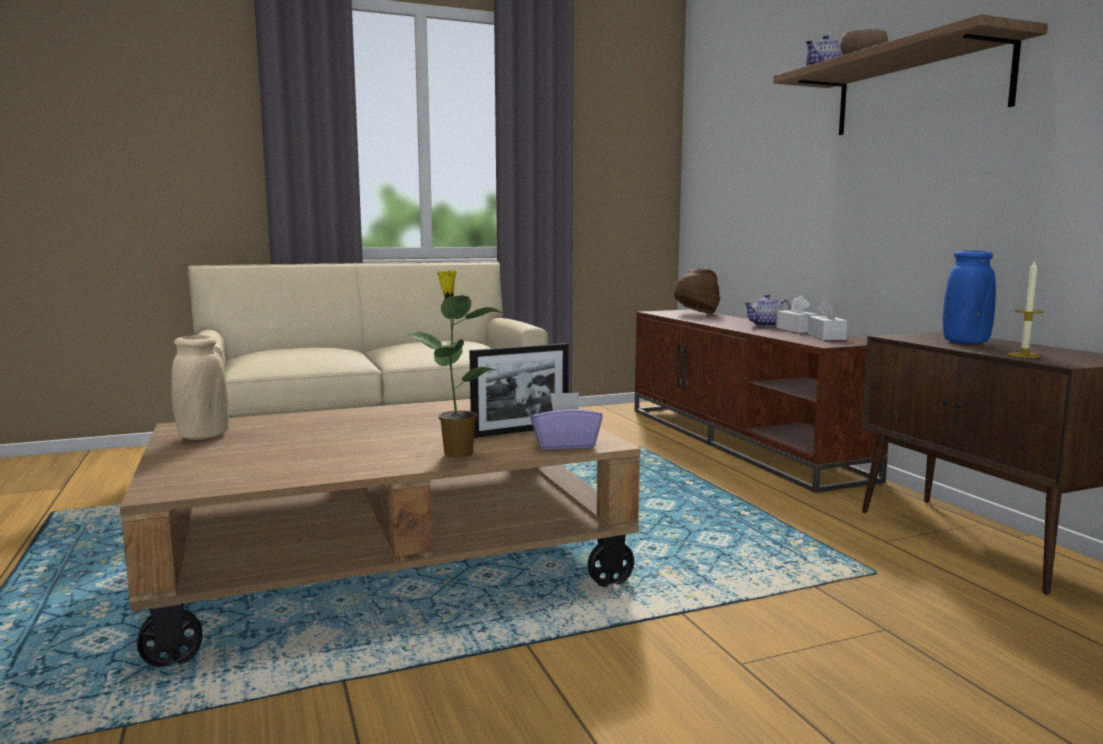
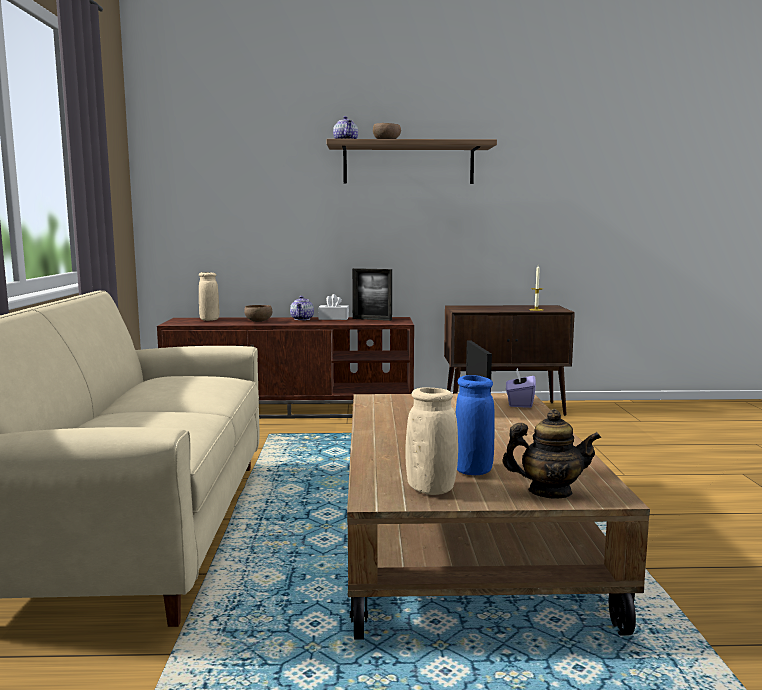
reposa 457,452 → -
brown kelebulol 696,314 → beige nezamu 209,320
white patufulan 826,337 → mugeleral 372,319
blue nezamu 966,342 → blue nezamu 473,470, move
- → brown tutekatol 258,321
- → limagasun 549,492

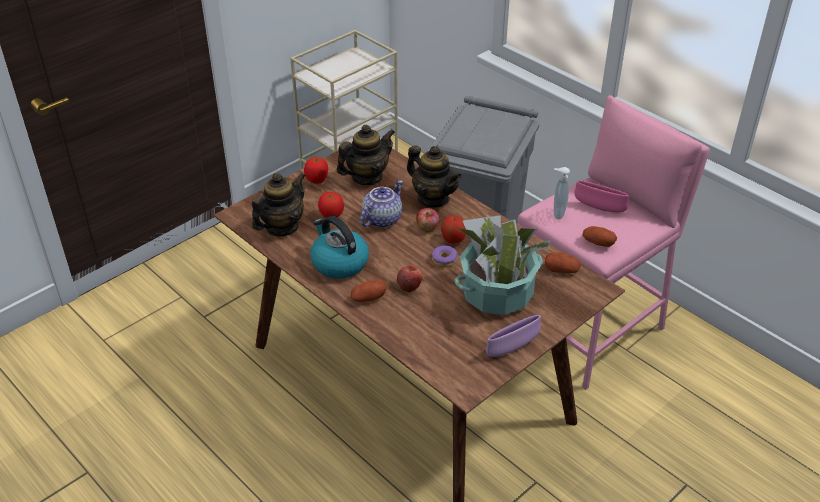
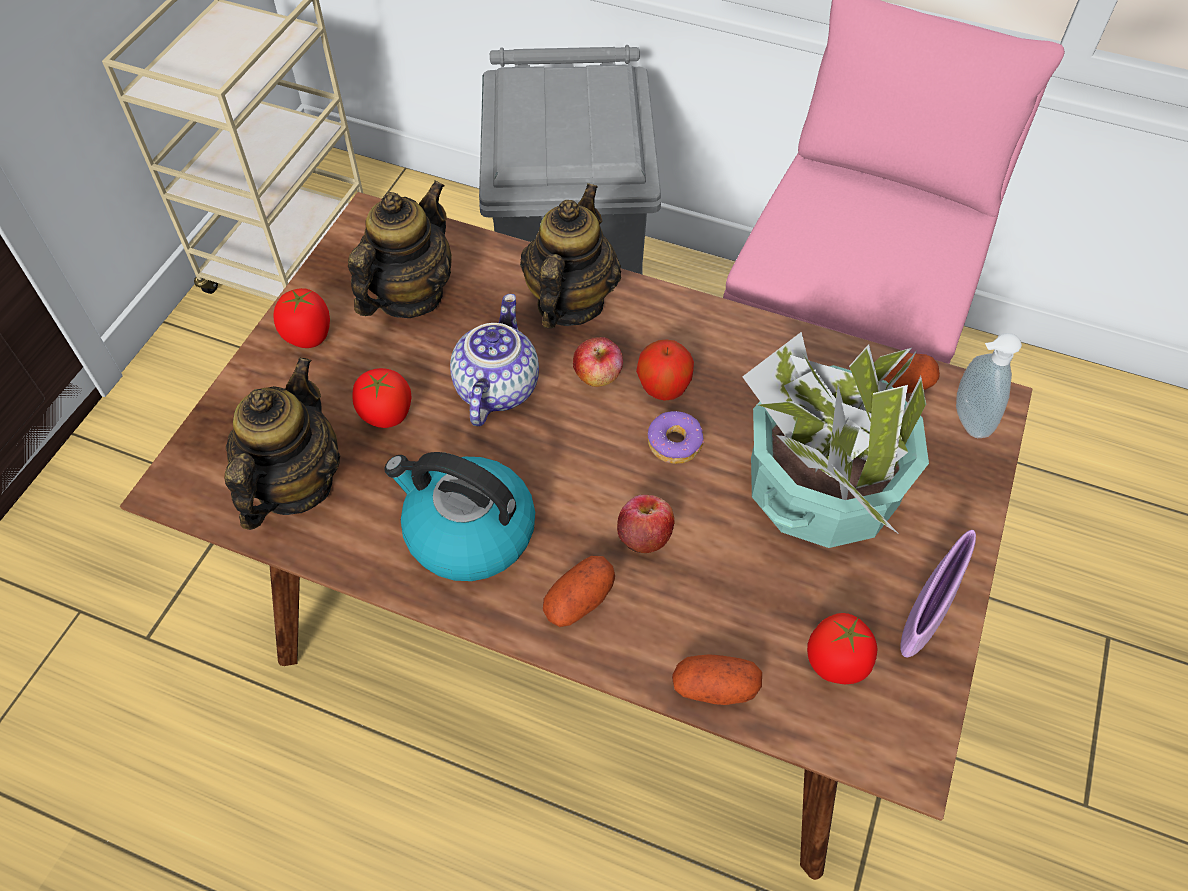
limagasun 433,199 → limagasun 569,303, 90 degrees counterclockwise
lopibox 557,213 → lopibox 966,421, move
pink tutekatol 599,208 → -
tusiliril 598,243 → tusiliril 714,688, move
- → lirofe 836,663

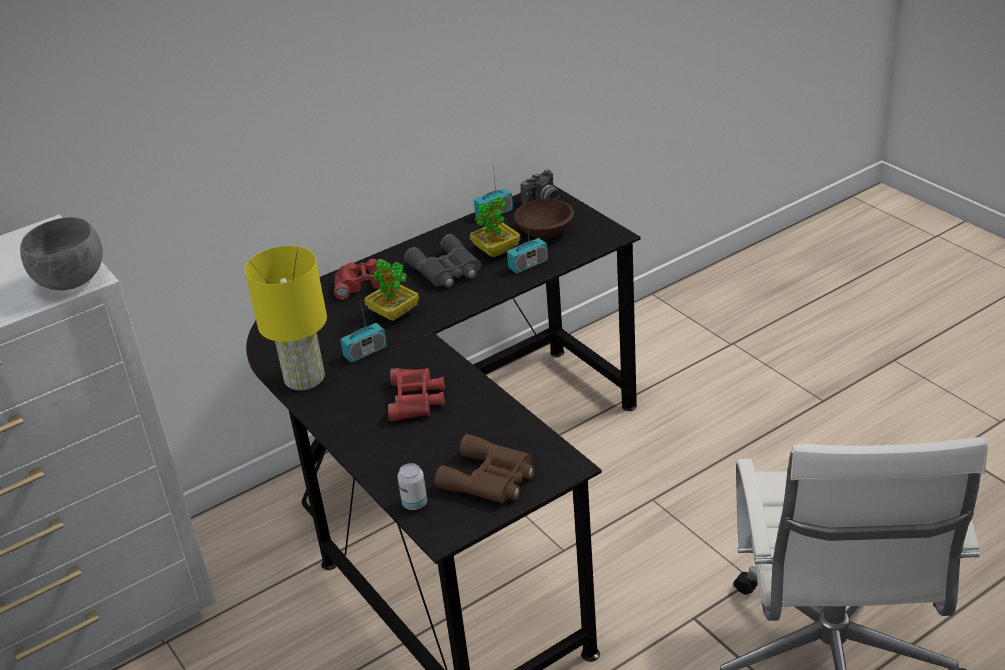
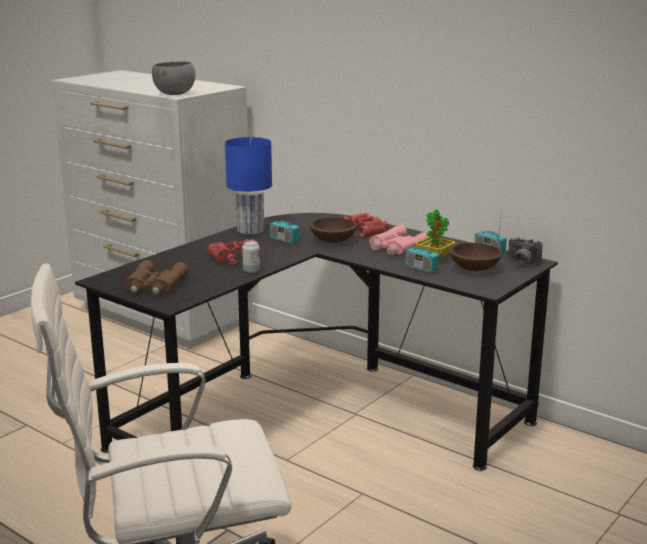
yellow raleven 305,379 → blue raleven 250,230
reposa 394,313 → brown tutekatol 333,241
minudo 415,503 → minudo 251,270, move
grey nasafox 446,270 → pink nasafox 397,247

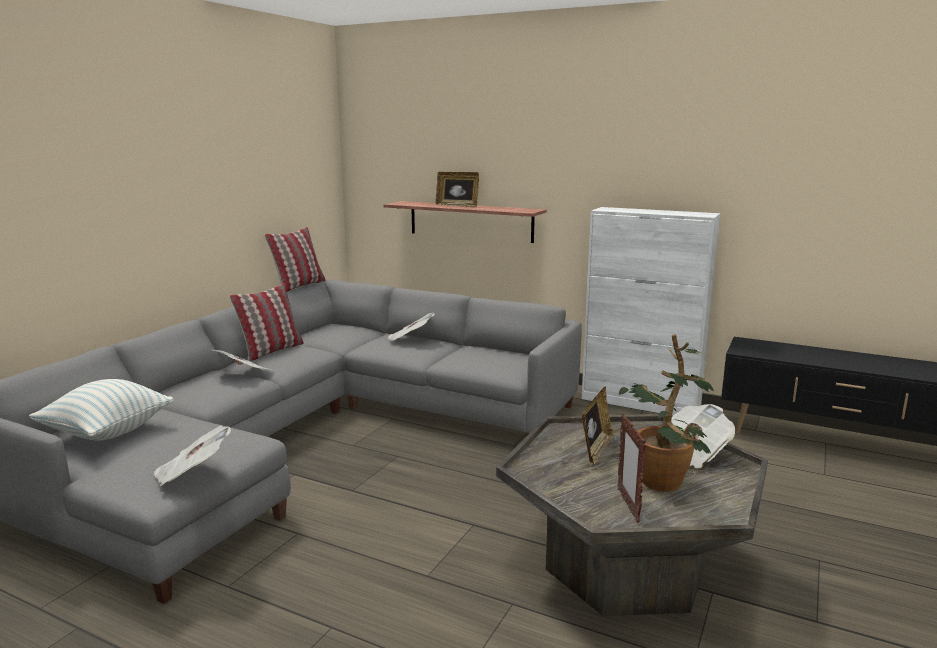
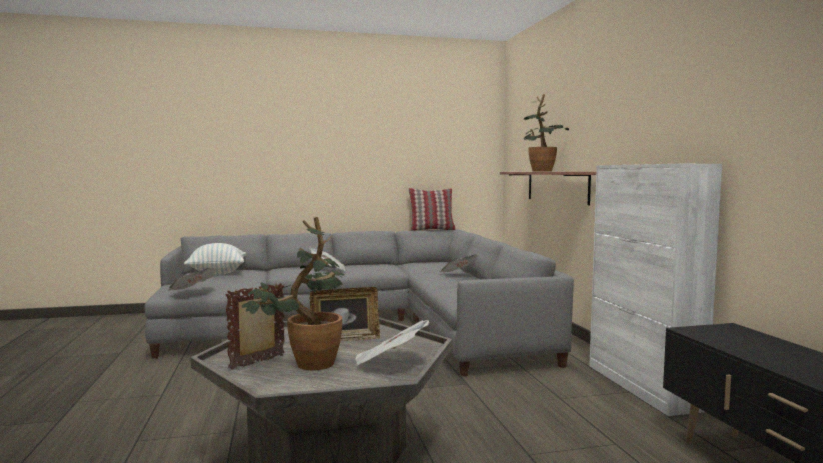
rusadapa 271,351 → -
mugeleral 457,206 → reposa 541,171

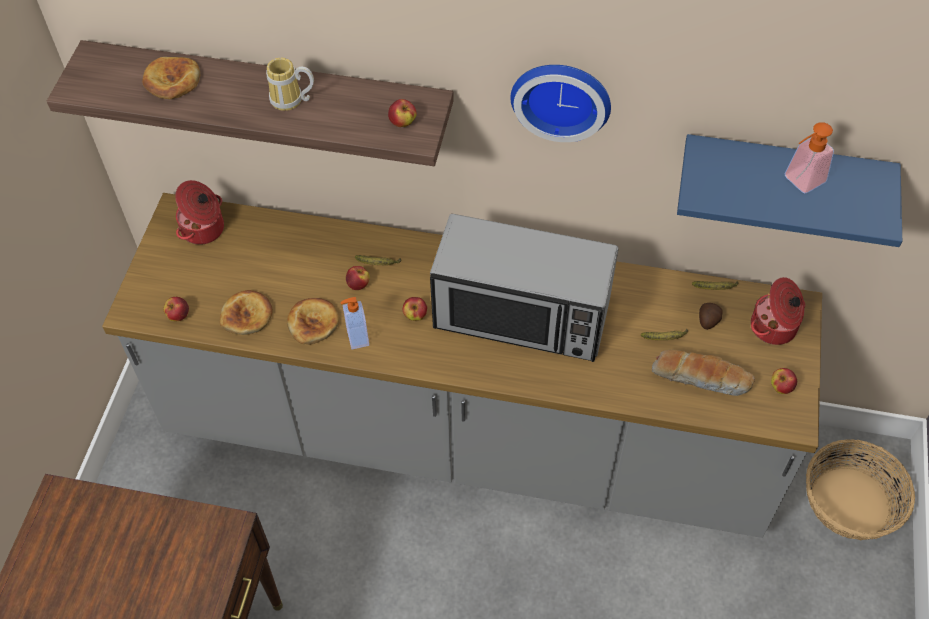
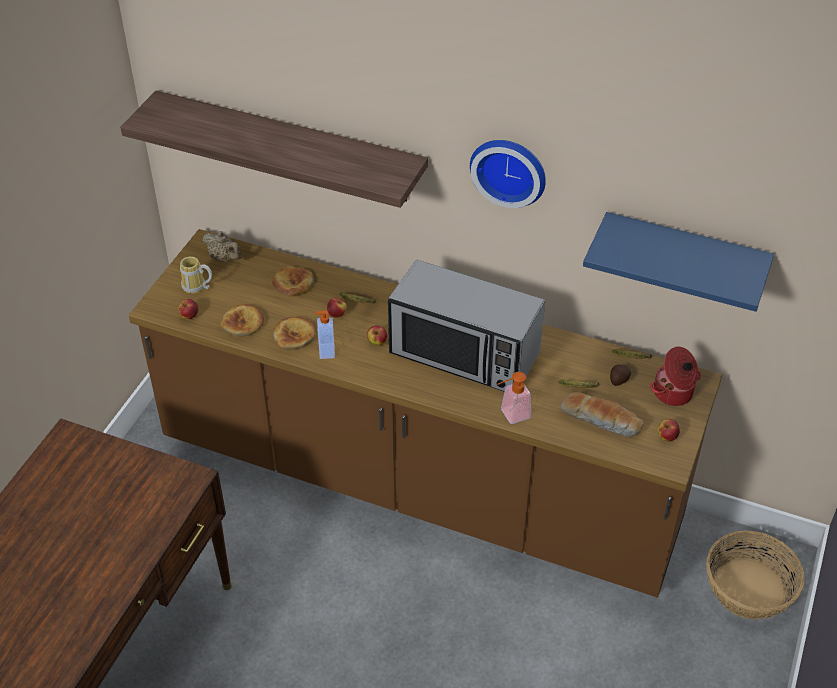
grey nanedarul 466,437 → brown nanedarul 418,484
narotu 172,81 → narotu 293,284, move
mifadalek 204,229 → beige limagasun 224,259
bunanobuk 291,102 → bunanobuk 196,288, move
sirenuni 402,123 → -
lopibox 799,182 → lopibox 511,415, move

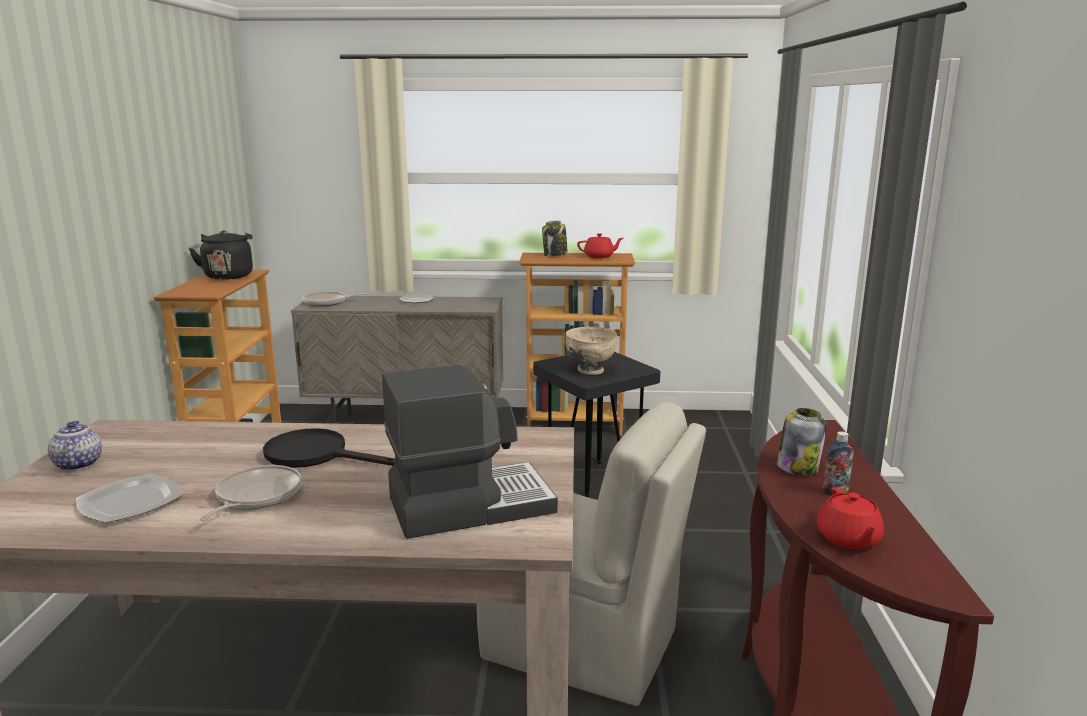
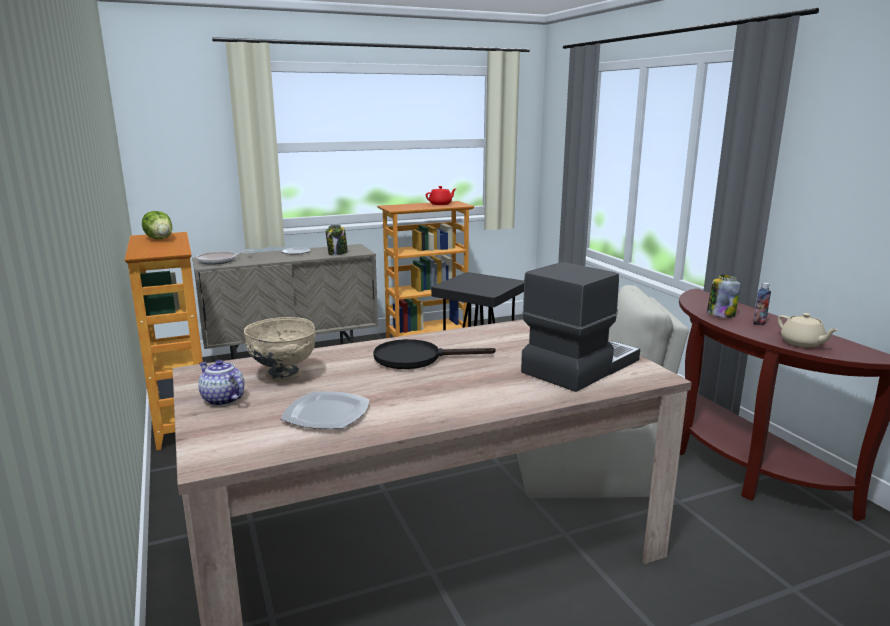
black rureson 228,276 → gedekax 160,239
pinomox 256,496 → -
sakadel 555,255 → sakadel 337,253, move
beige tutekatol 590,371 → beige tutekatol 283,376, move
red limagasun 848,539 → beige limagasun 802,343

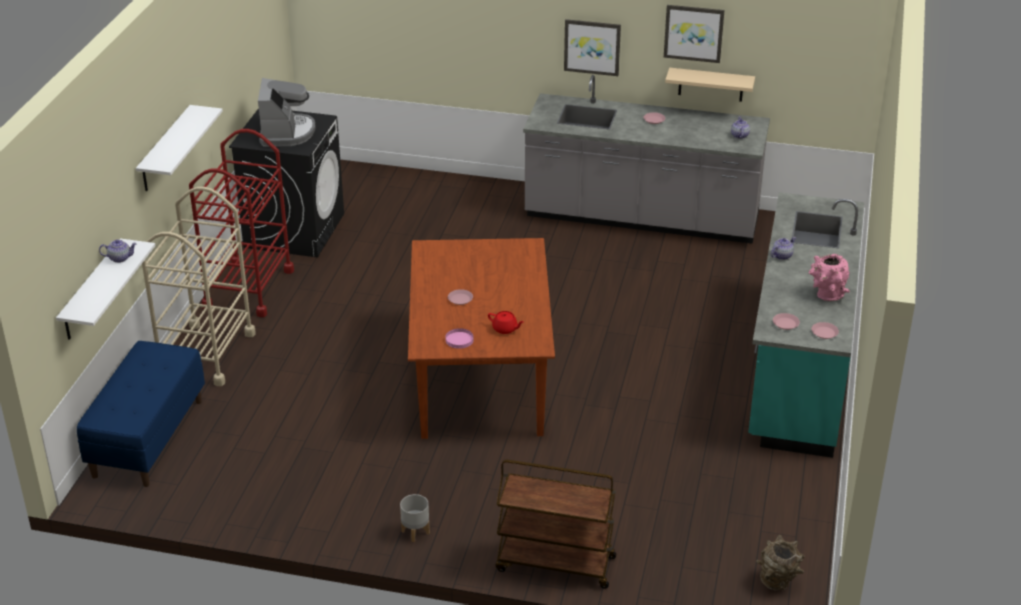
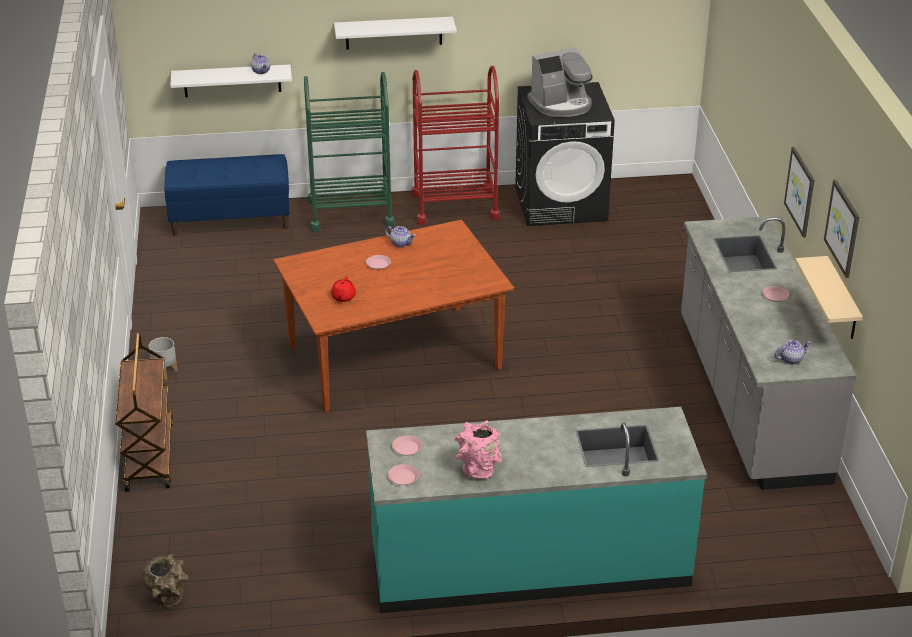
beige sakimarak 206,354 → green sakimarak 351,213
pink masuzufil 459,340 → -
limagasun 782,255 → limagasun 401,243, move

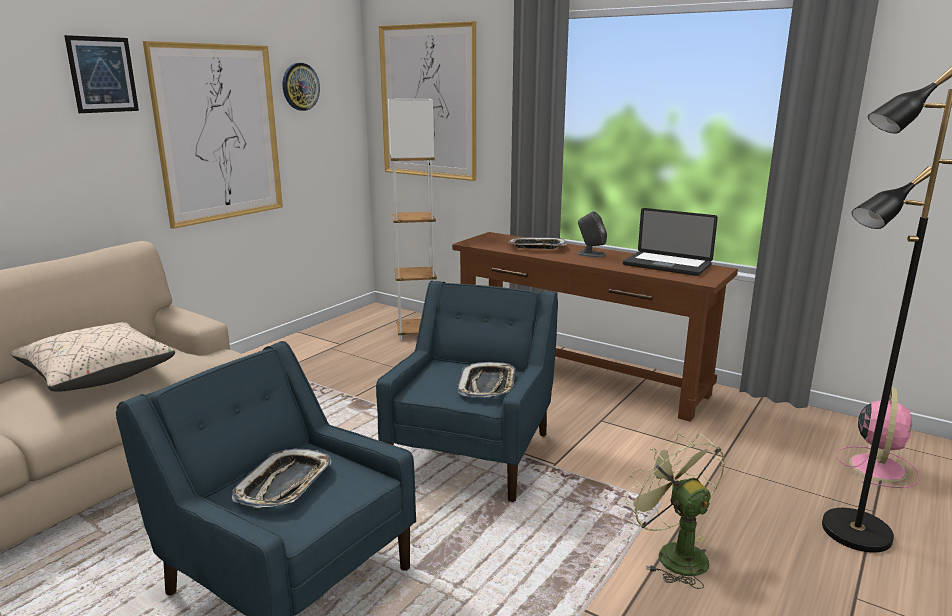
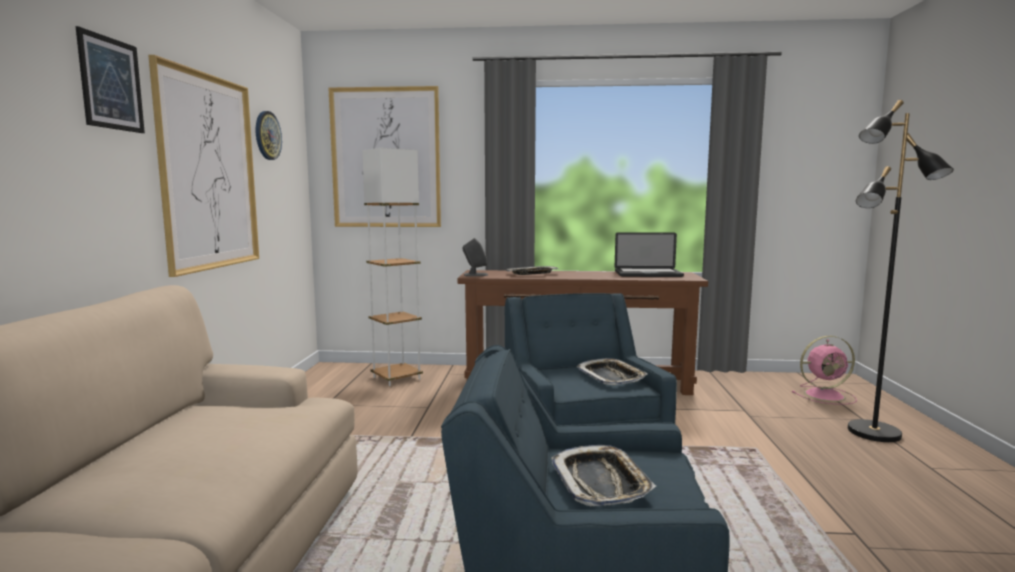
beige rusadapa 97,374 → -
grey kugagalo 590,254 → grey kugagalo 475,275, move
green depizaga 673,554 → -
pink depizaga 877,466 → pink depizaga 826,395, 90 degrees clockwise

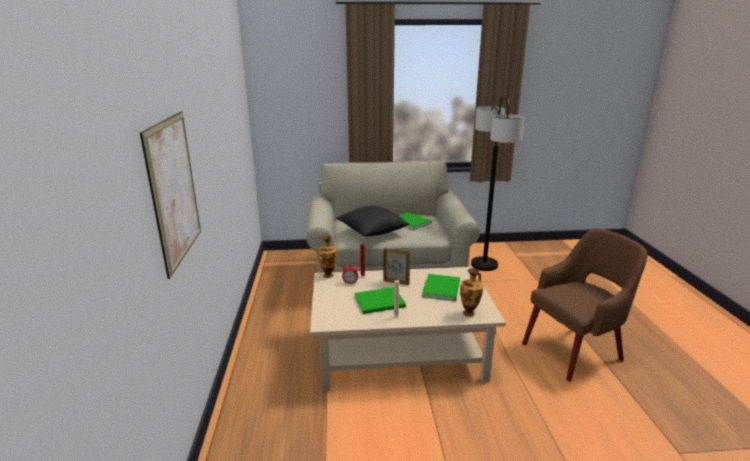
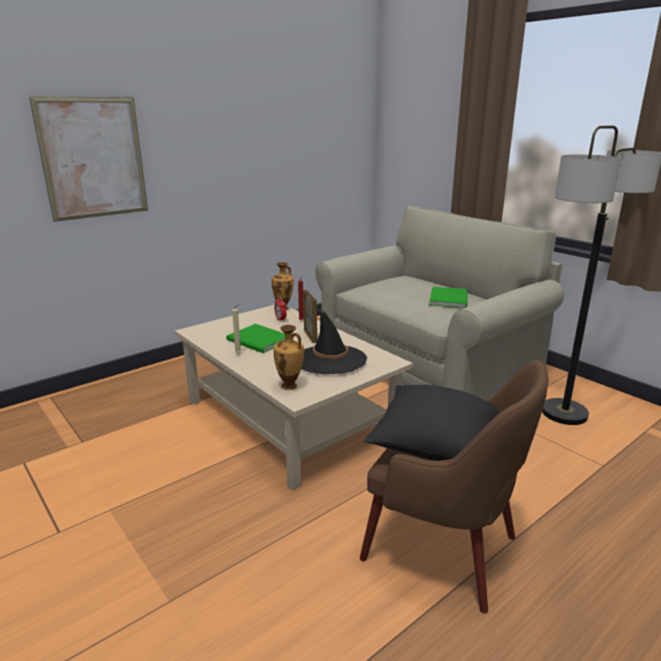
black rusadapa 372,232 → black rusadapa 434,445, move
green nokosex 442,288 → black kelebulol 330,360

